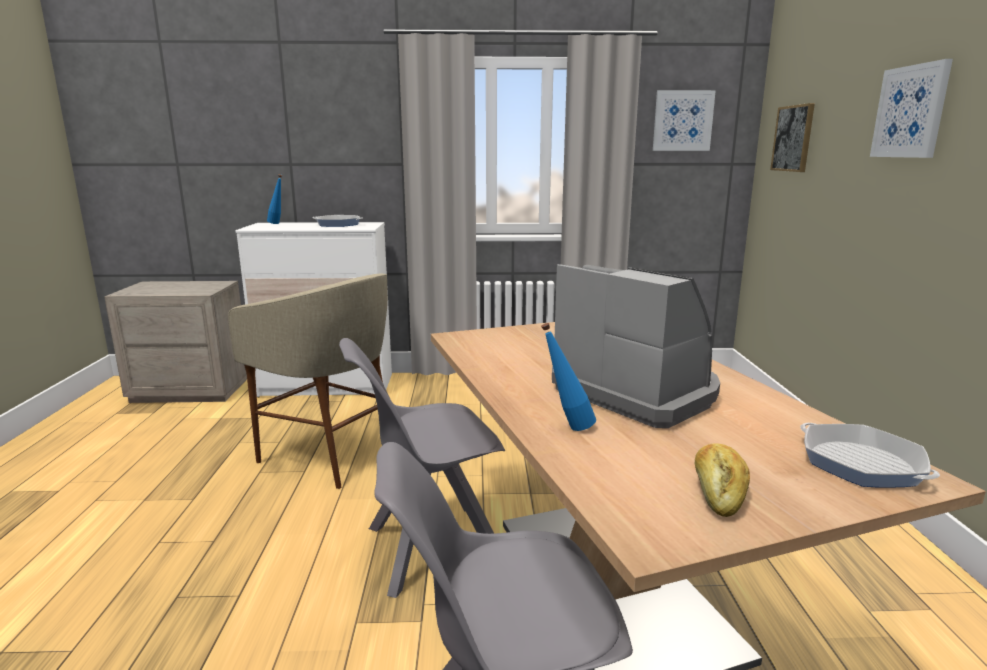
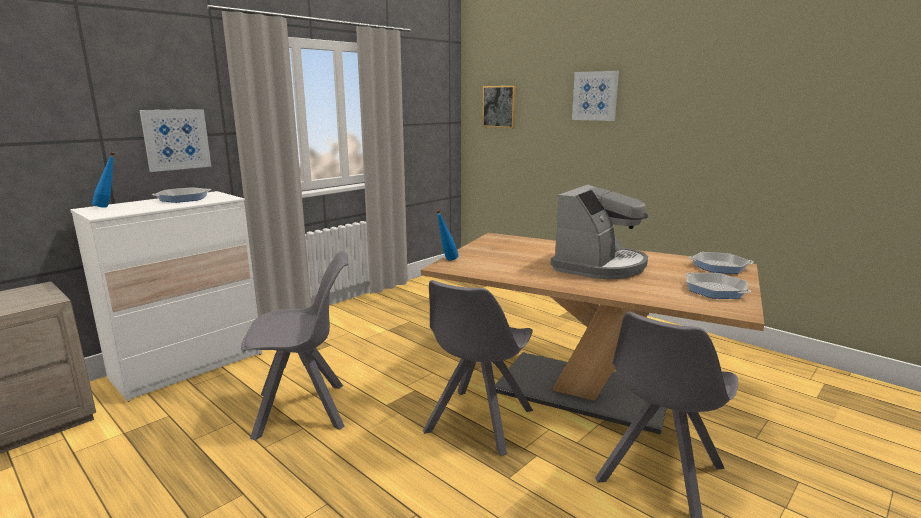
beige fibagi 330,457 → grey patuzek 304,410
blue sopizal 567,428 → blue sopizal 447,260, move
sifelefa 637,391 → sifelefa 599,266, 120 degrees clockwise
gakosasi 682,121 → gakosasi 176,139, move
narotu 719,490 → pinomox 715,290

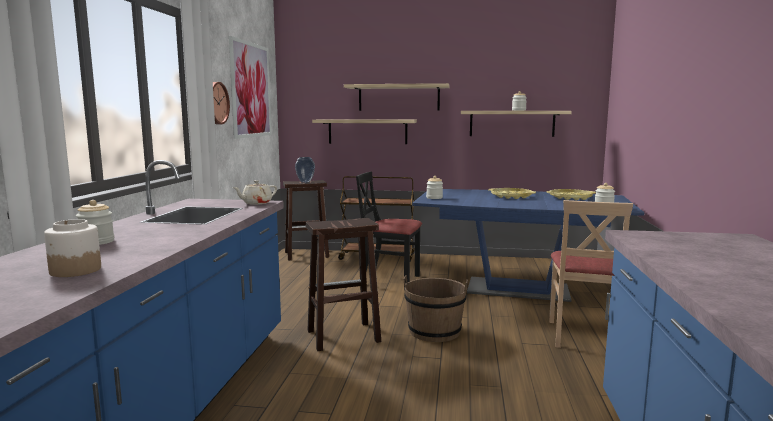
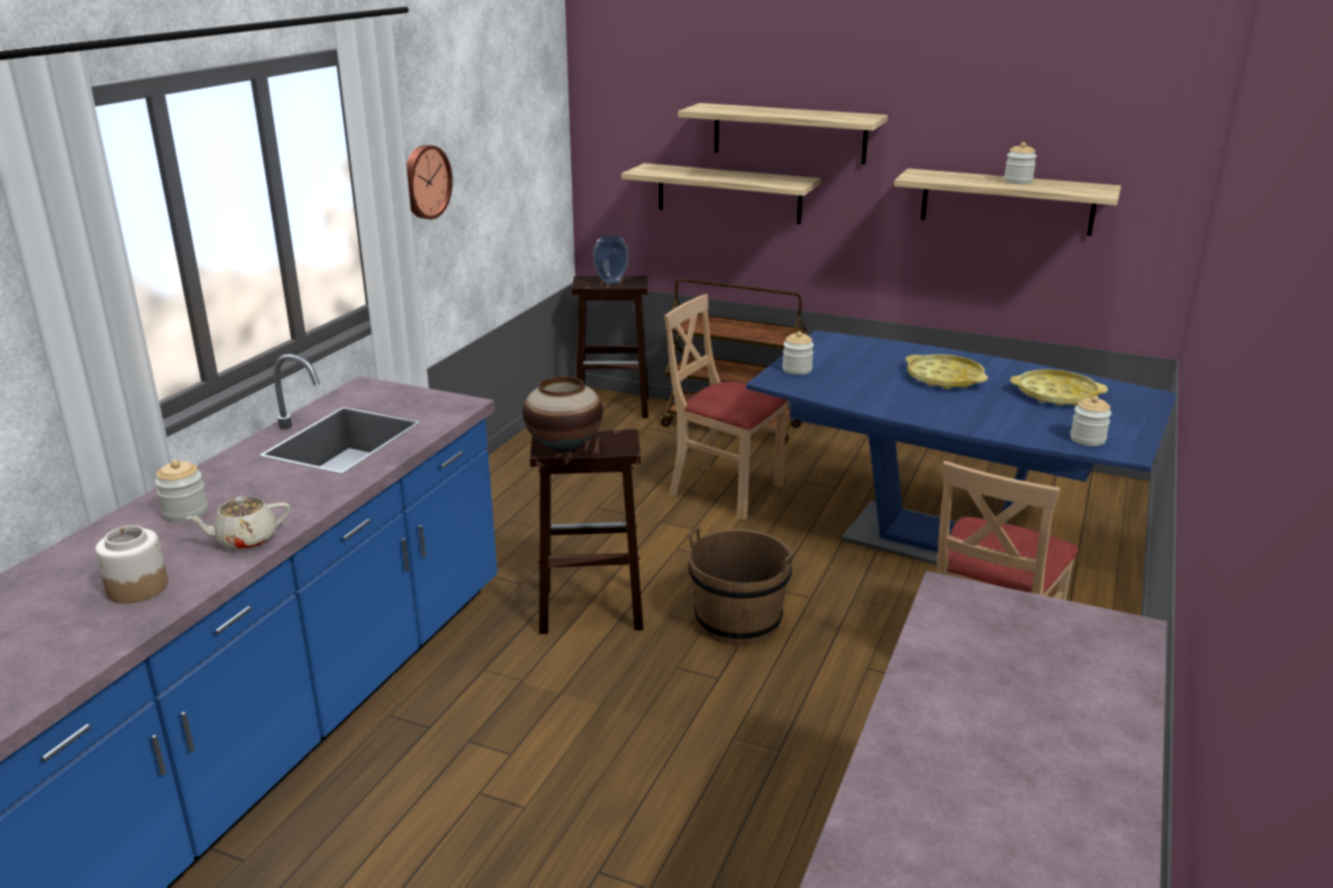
gakosasi 251,90 → -
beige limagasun 256,203 → beige limagasun 245,540, move
black patuzek 390,280 → beige patuzek 725,491
- → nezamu 564,446

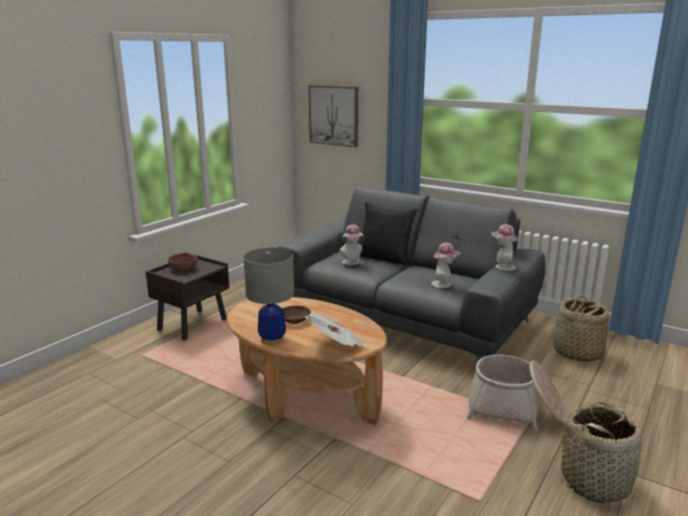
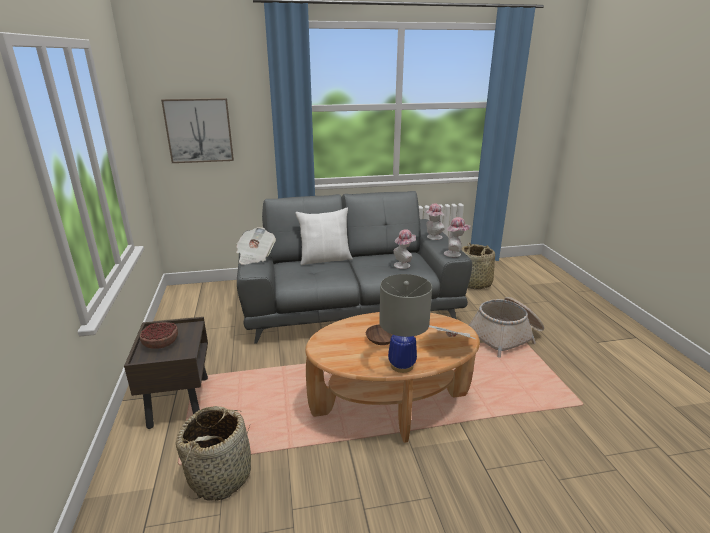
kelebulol 352,263 → kelebulol 454,254, move
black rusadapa 385,258 → white rusadapa 325,259
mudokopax 596,481 → mudokopax 221,475, move
- → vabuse 255,256

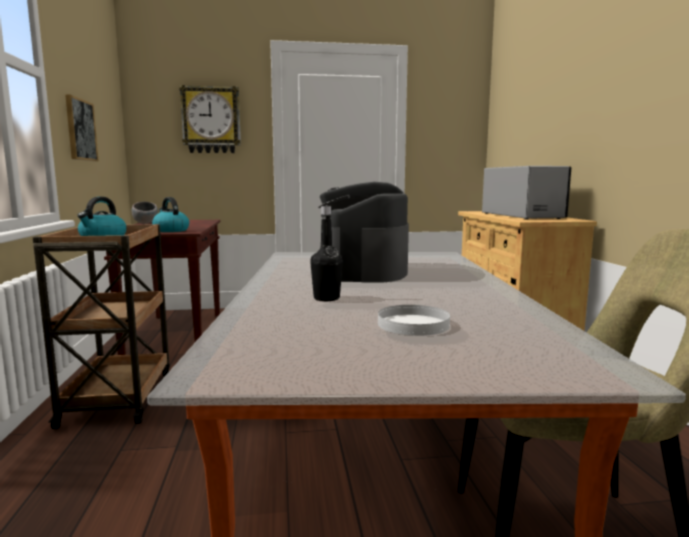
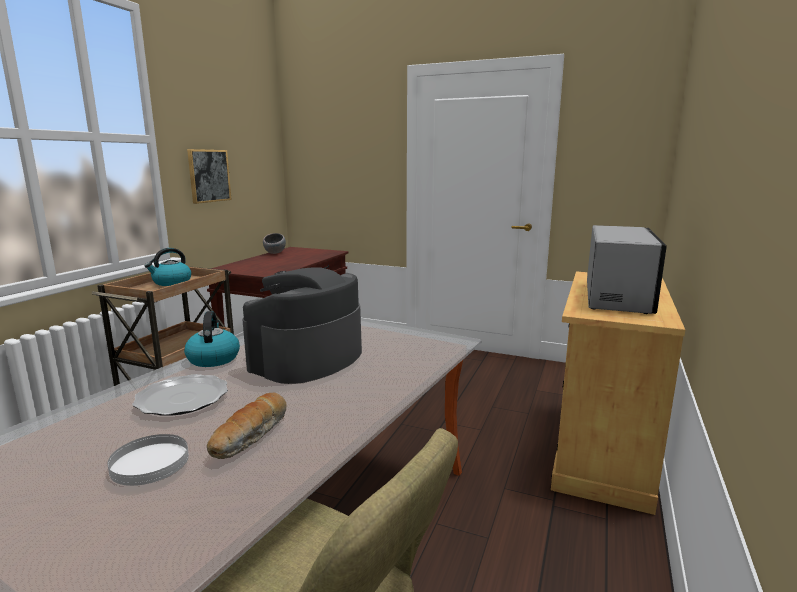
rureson 170,230 → rureson 213,358, move
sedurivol 211,120 → -
black sopizal 326,298 → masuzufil 183,398
- → narotu 251,436

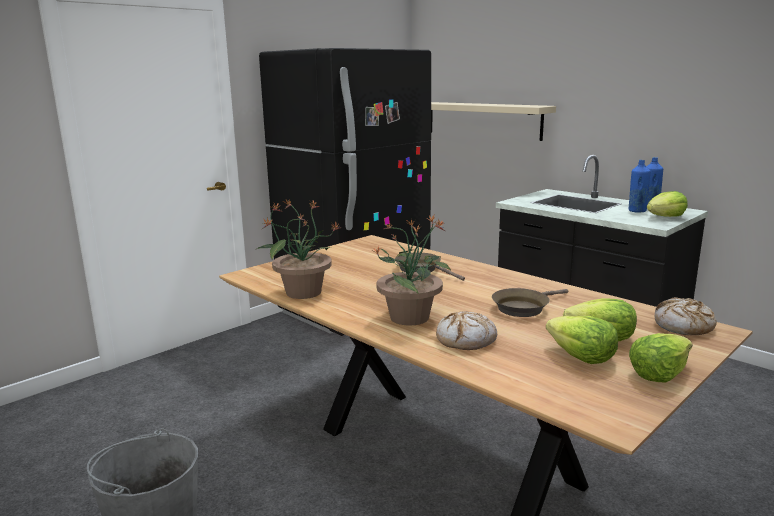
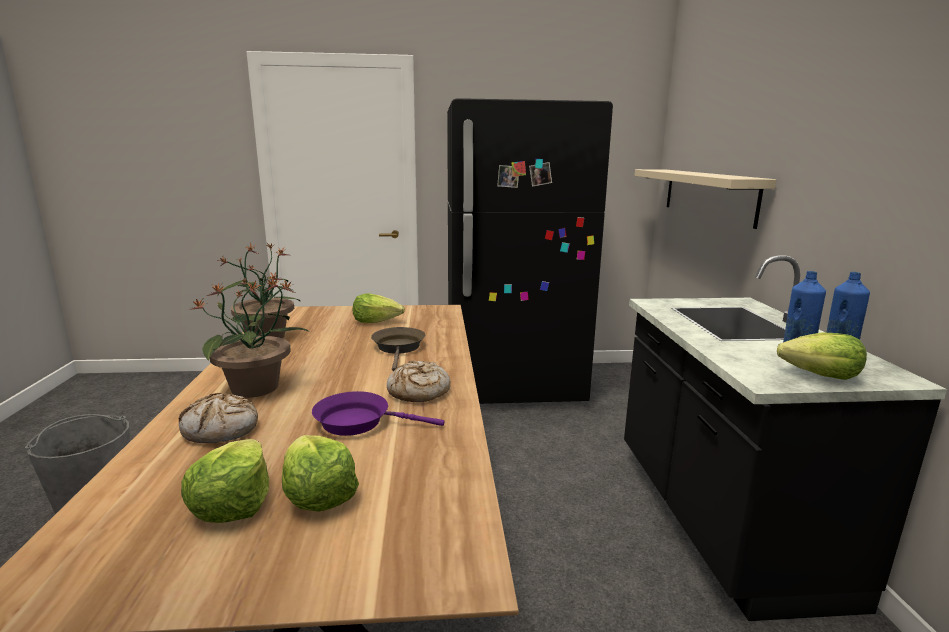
brown pinomox 523,307 → purple pinomox 359,422
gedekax 658,373 → gedekax 377,321, move
narotu 683,326 → narotu 418,391, move

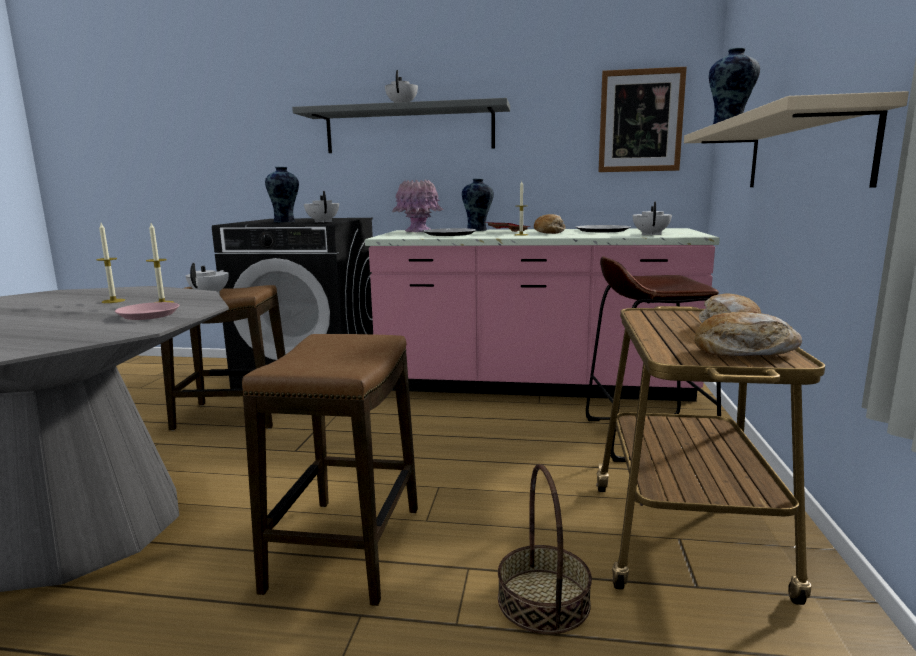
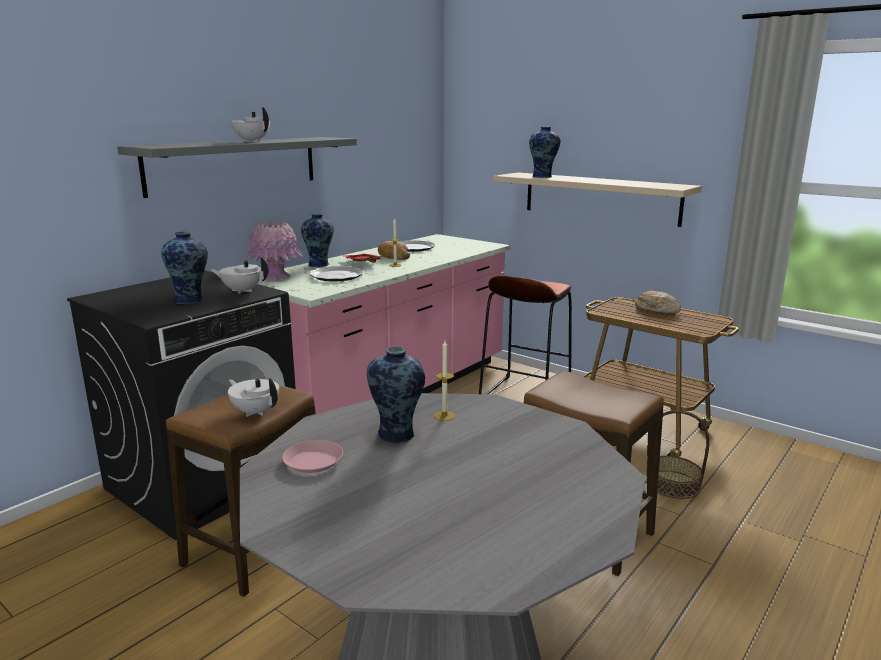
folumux 113,301 → nezamu 396,435
pink masuzufil 149,315 → pink masuzufil 313,461, move
gakosasi 640,121 → -
white limagasun 651,234 → -
narotu 744,350 → -

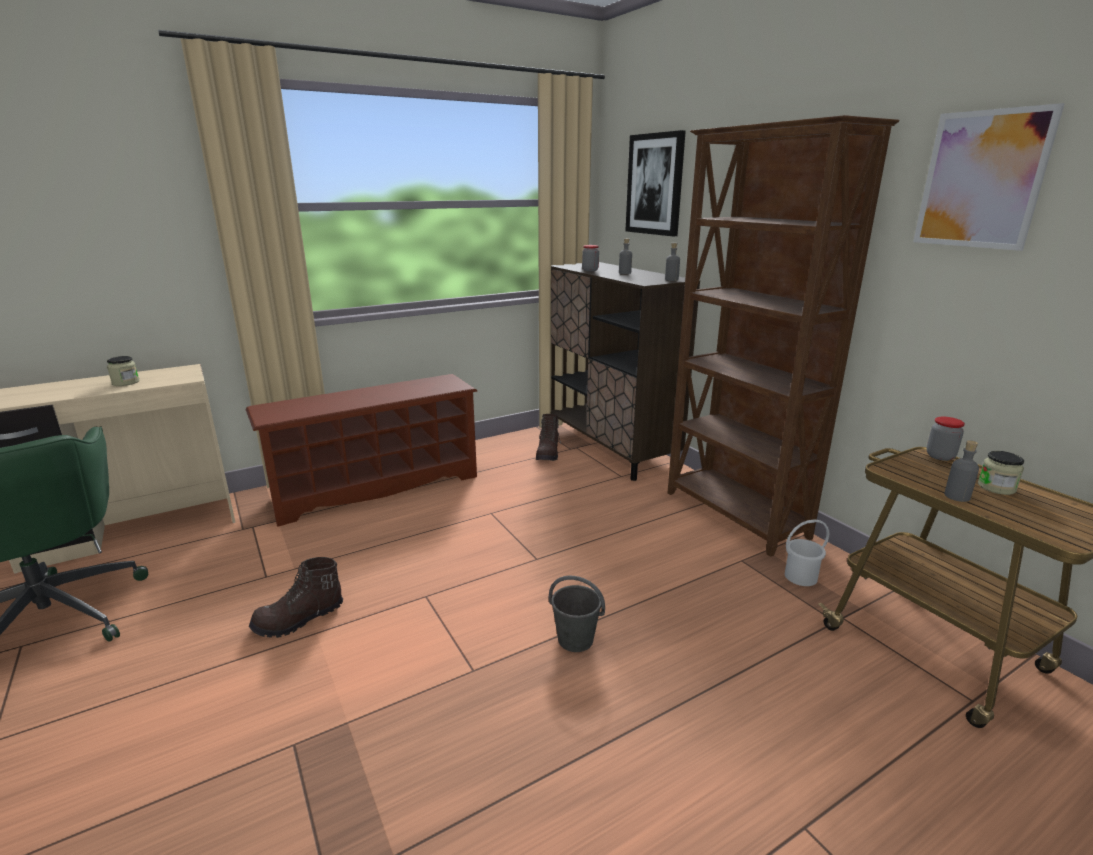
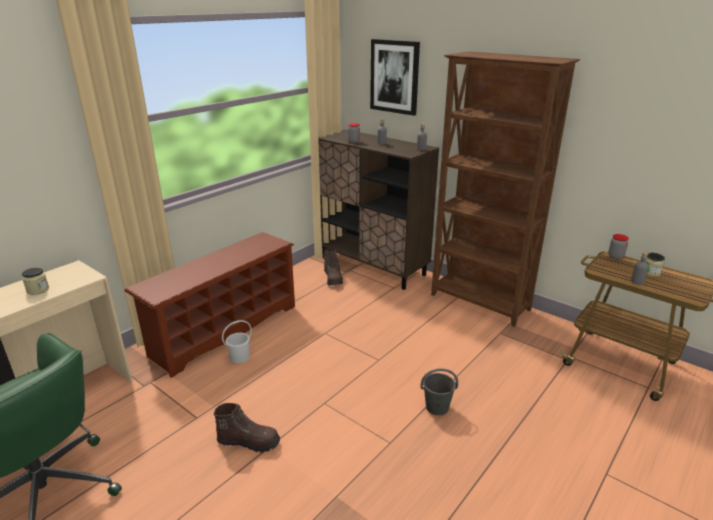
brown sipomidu 299,619 → brown sipomidu 249,441, 120 degrees counterclockwise
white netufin 800,576 → white netufin 239,356, move
gakosasi 981,180 → -

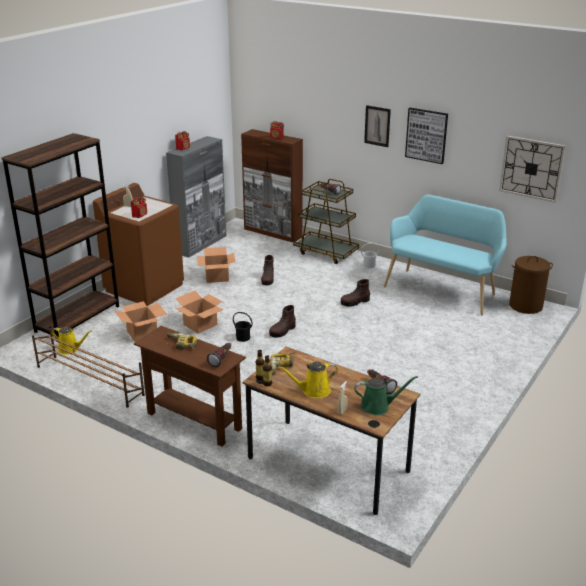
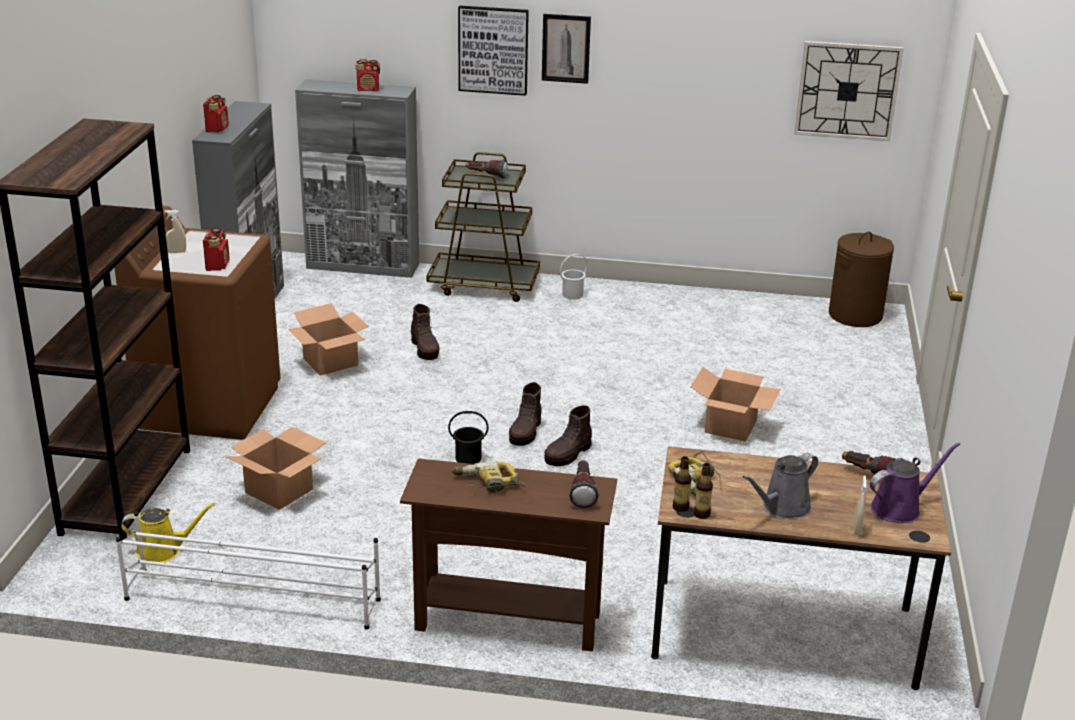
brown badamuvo 89,380 → white badamuvo 251,599
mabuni 200,324 → mabuni 730,426, move
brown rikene 273,232 → grey rikene 363,266
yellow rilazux 313,391 → grey rilazux 782,508
brown sipomidu 355,302 → brown sipomidu 568,454, move
green rilazux 378,406 → purple rilazux 899,508
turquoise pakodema 442,289 → -
gakosasi 426,135 → gakosasi 493,50, move

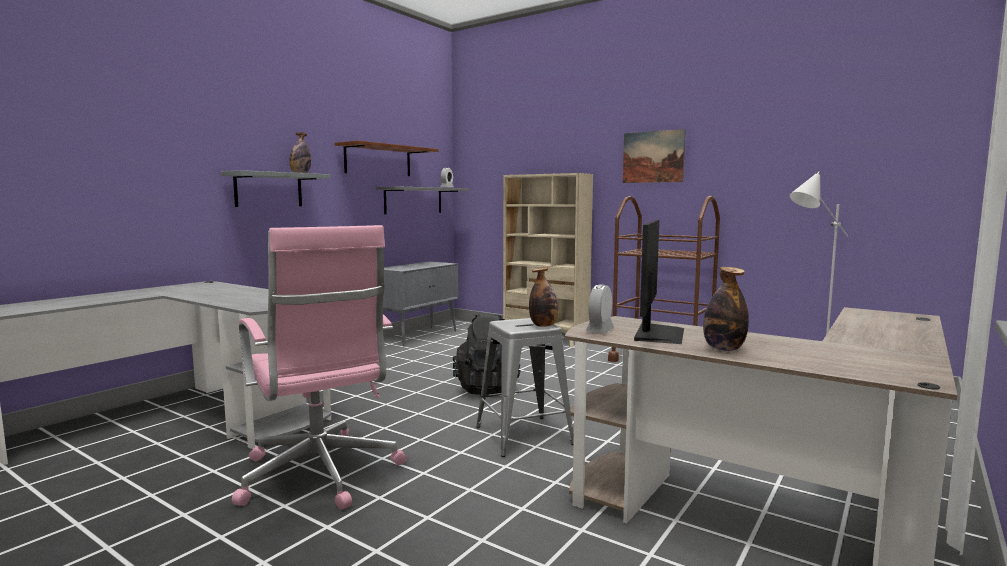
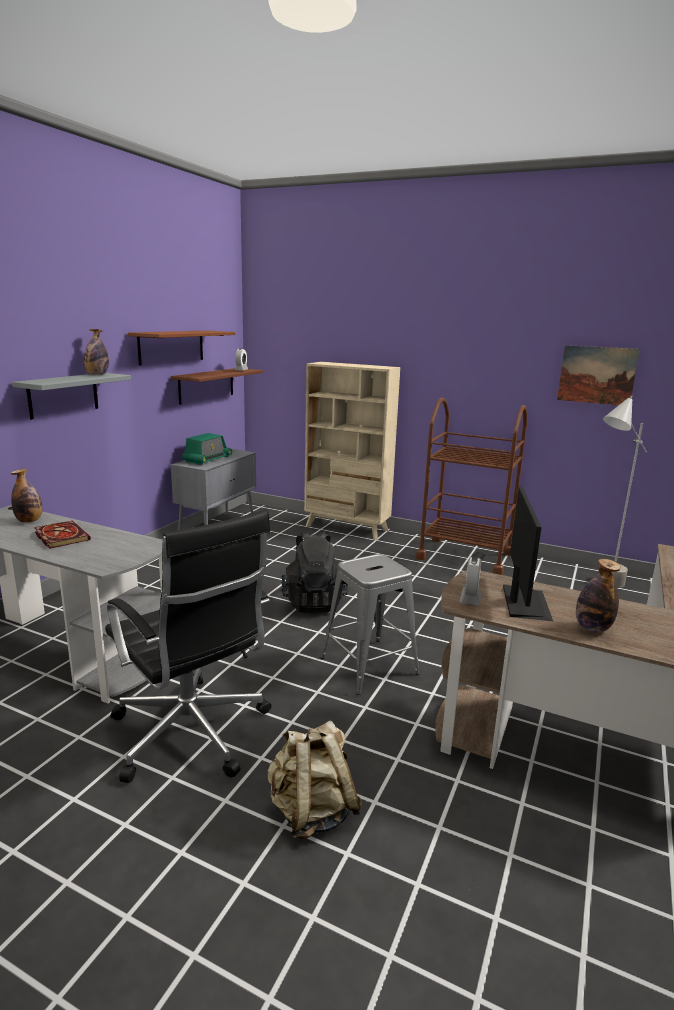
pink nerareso 320,475 → black nerareso 192,734
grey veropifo 413,200 → brown veropifo 206,385
sopizal 544,326 → sopizal 29,521, move
gakosasi 653,157 → gakosasi 597,375, move
- → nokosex 60,536
- → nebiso 207,459
- → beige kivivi 311,812

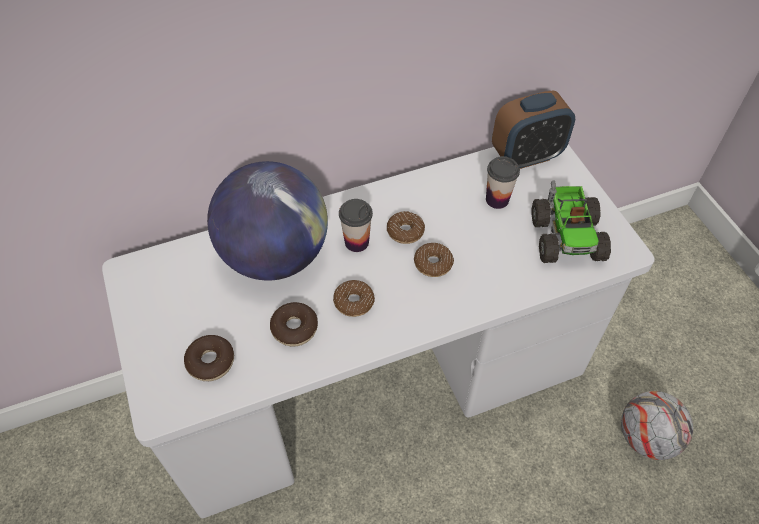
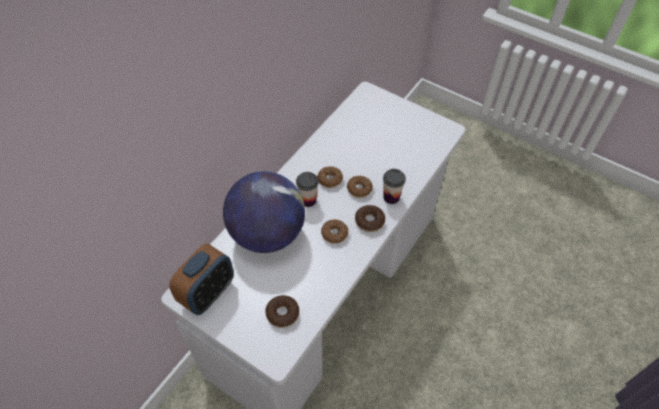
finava 294,328 → finava 369,221, move
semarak 497,200 → semarak 391,197, move
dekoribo 526,156 → dekoribo 208,293, move
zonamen 566,237 → -
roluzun 646,437 → -

